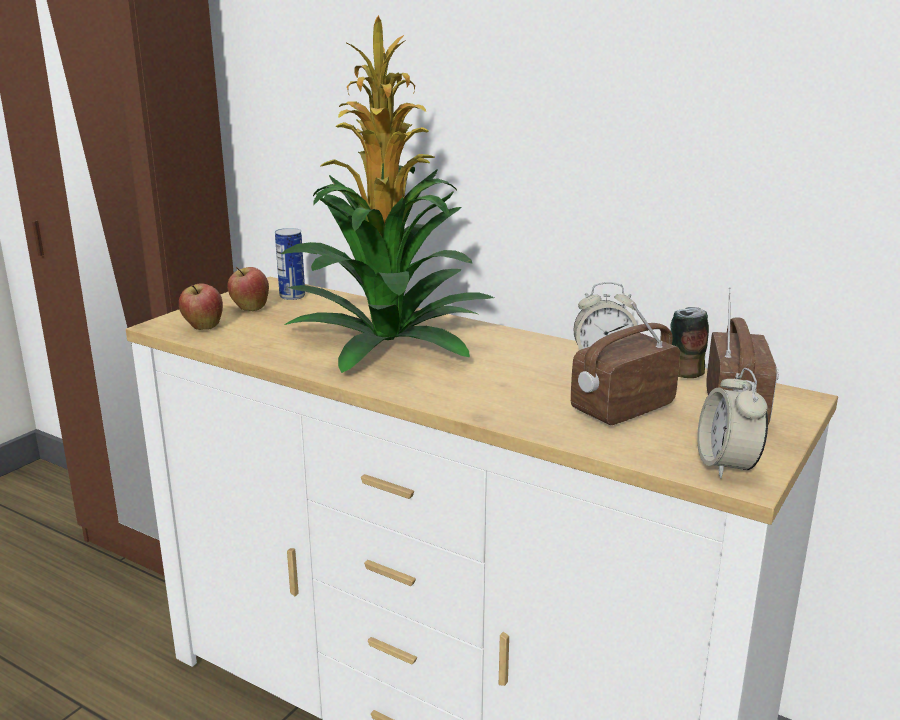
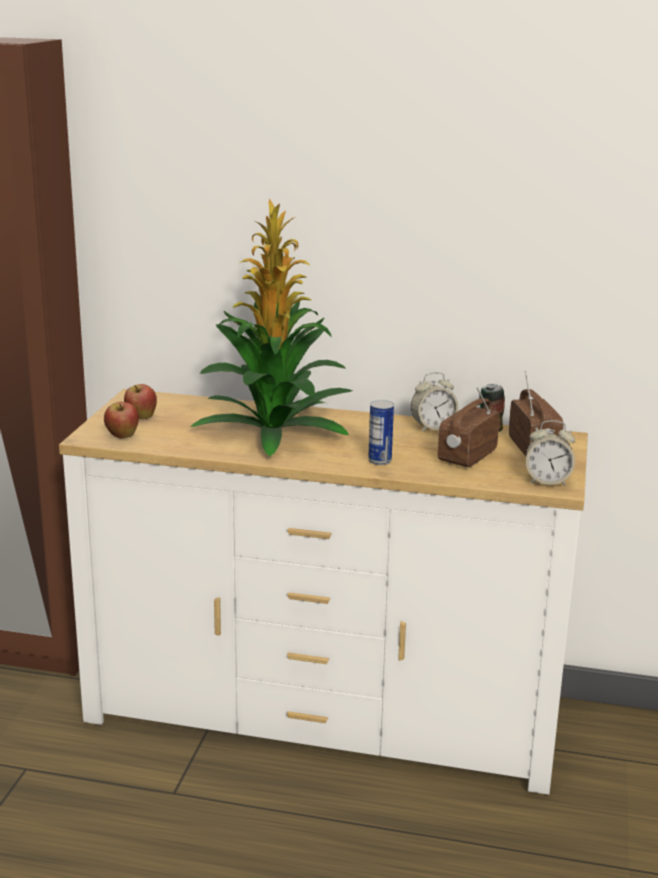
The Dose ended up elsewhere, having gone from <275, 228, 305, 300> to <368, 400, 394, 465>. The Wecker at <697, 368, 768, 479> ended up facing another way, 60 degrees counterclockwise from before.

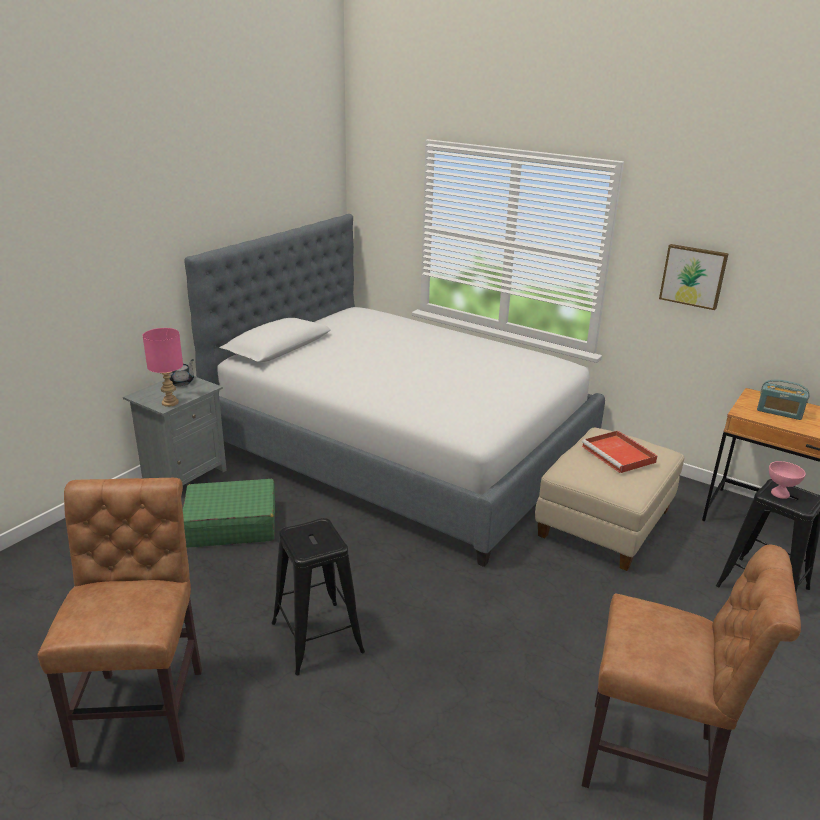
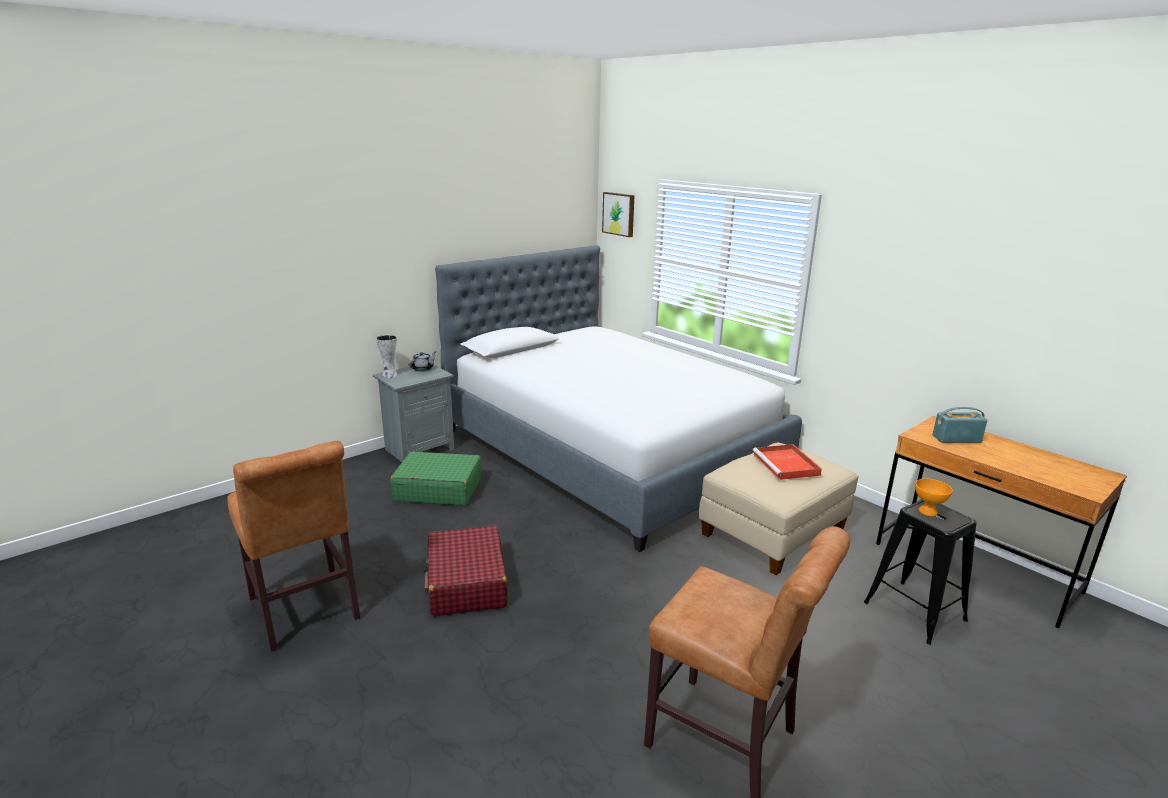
The Stuhl (braun) at <38, 478, 202, 767> ended up facing another way, 135 degrees clockwise from before. The second view lost the Tischlampe (rosa) at <142, 328, 183, 407>. Where the Hocker (schwarz) stood at <272, 518, 365, 675>, the Koffer (rot) came to stand at <423, 526, 507, 617>. The Bild ended up elsewhere, having gone from <659, 244, 729, 310> to <602, 192, 635, 237>. The Radio at <757, 380, 810, 420> ended up facing another way, 135 degrees clockwise from before. What was the Schüssel (rosa) at <769, 461, 806, 499> turned into the Schüssel (orange) at <915, 479, 953, 517>. The second view gained the Vase at <376, 335, 398, 378>.

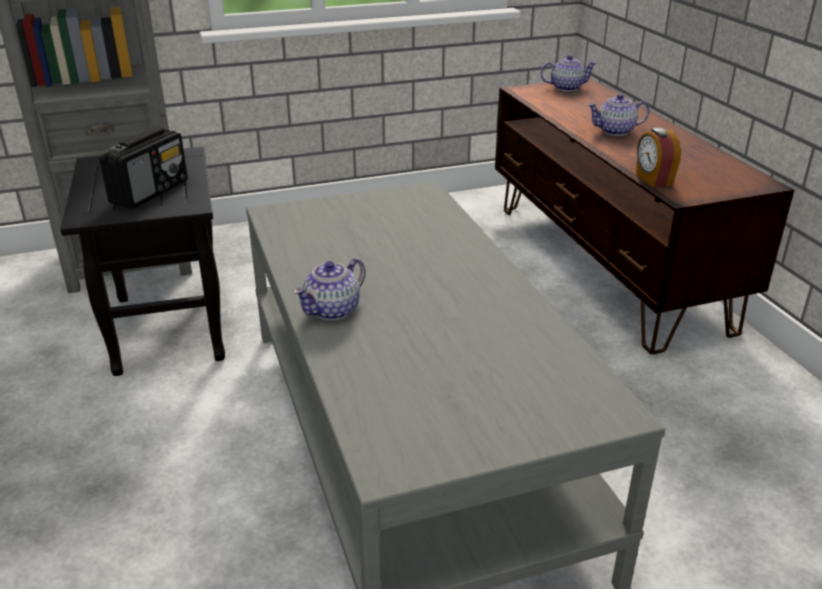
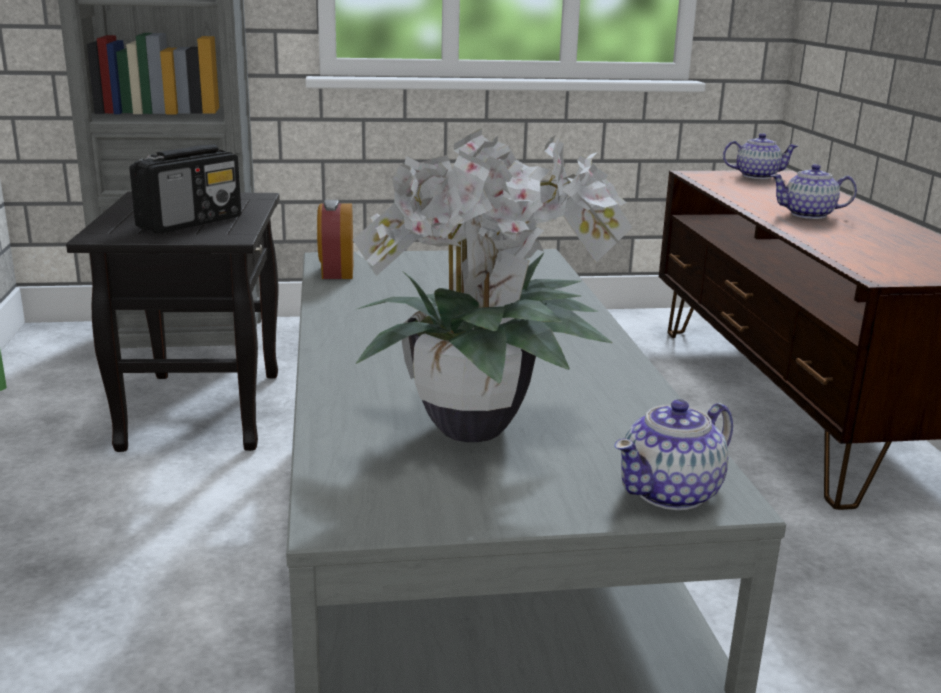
The Teekanne ended up elsewhere, having gone from <293, 258, 366, 320> to <614, 399, 733, 510>. The Wecker ended up elsewhere, having gone from <636, 128, 681, 188> to <317, 200, 353, 279>. The second view gained the Topfpflanze at <353, 128, 633, 442>.

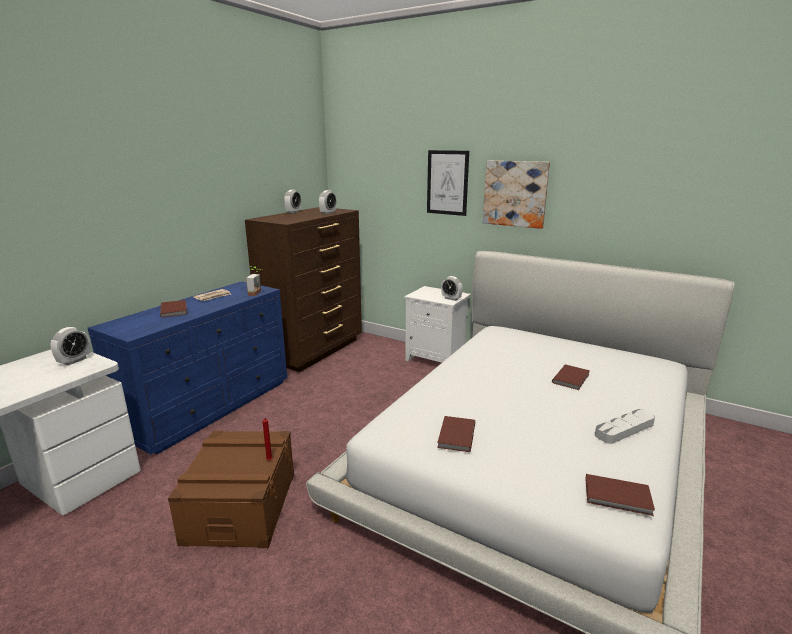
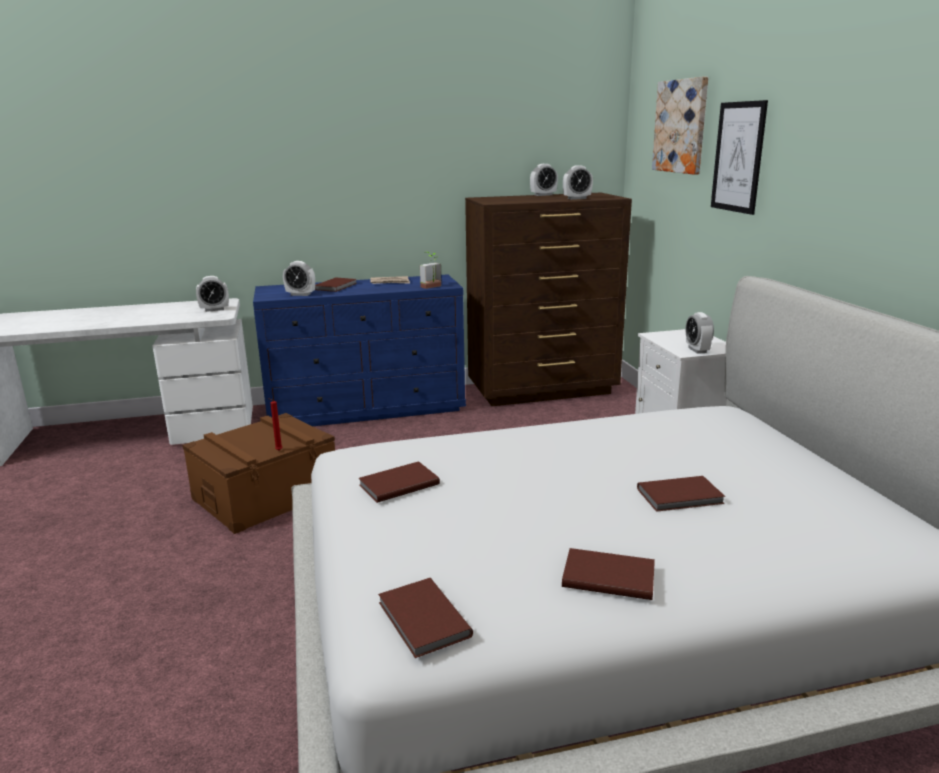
The Bild ended up elsewhere, having gone from <483, 161, 550, 229> to <652, 77, 708, 175>. Where the Tablett (grau) stood at <595, 409, 655, 444>, the Buch (braun) came to stand at <562, 548, 655, 600>. The second view gained the Wecker at <283, 261, 315, 296>.

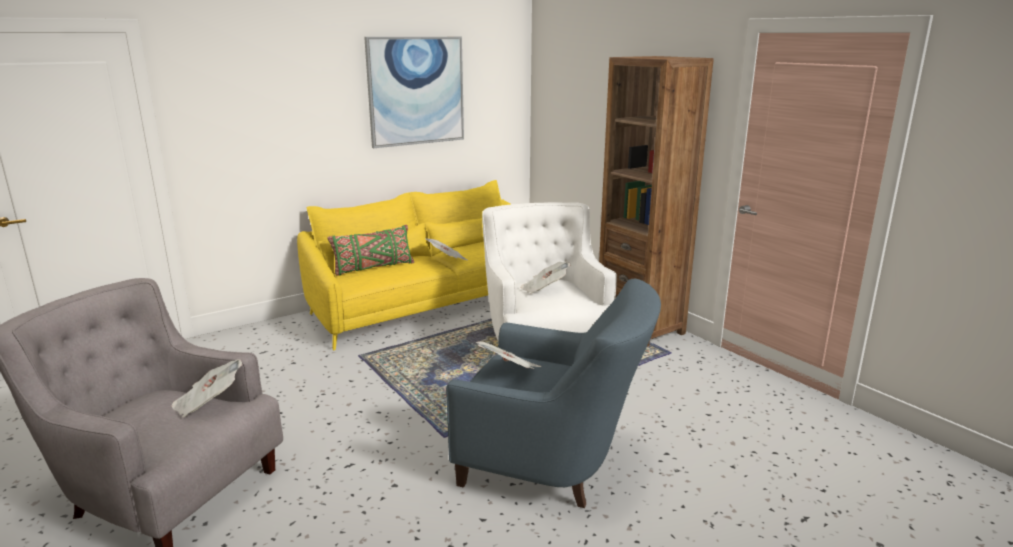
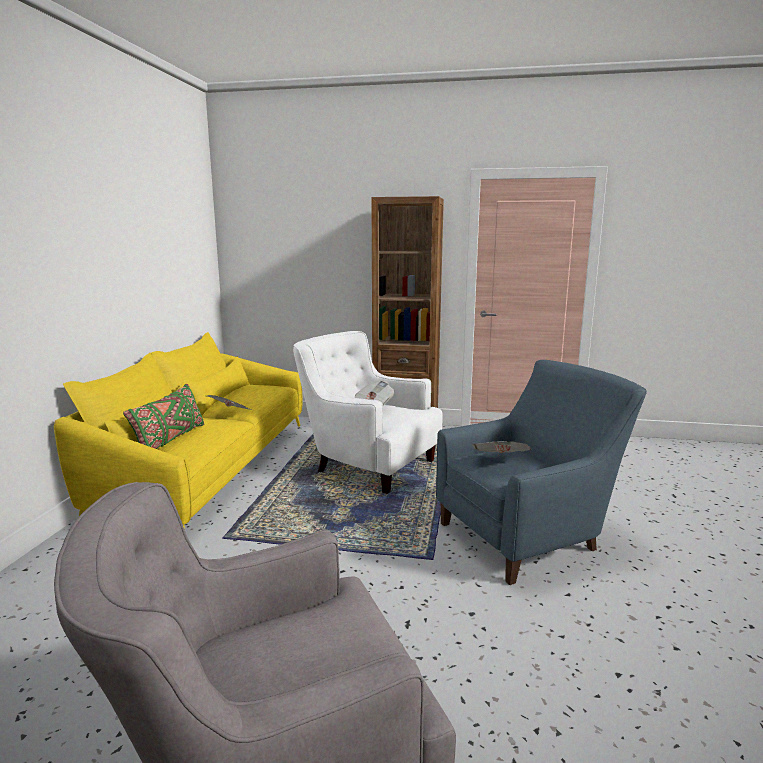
The second view lost the Zeitung at <171, 359, 242, 417>. The second view lost the Bild at <364, 37, 464, 148>.

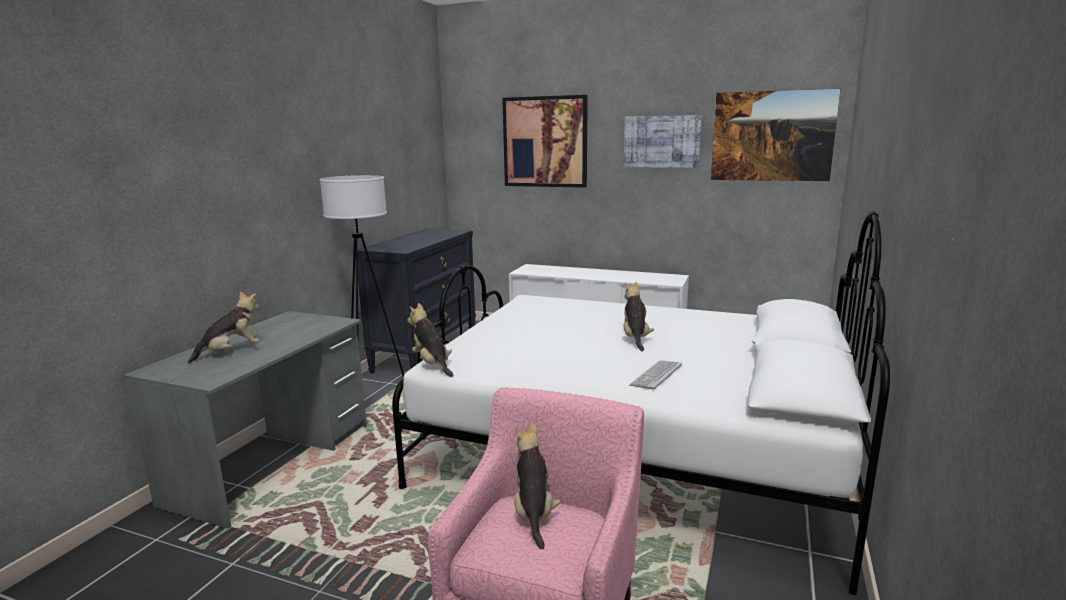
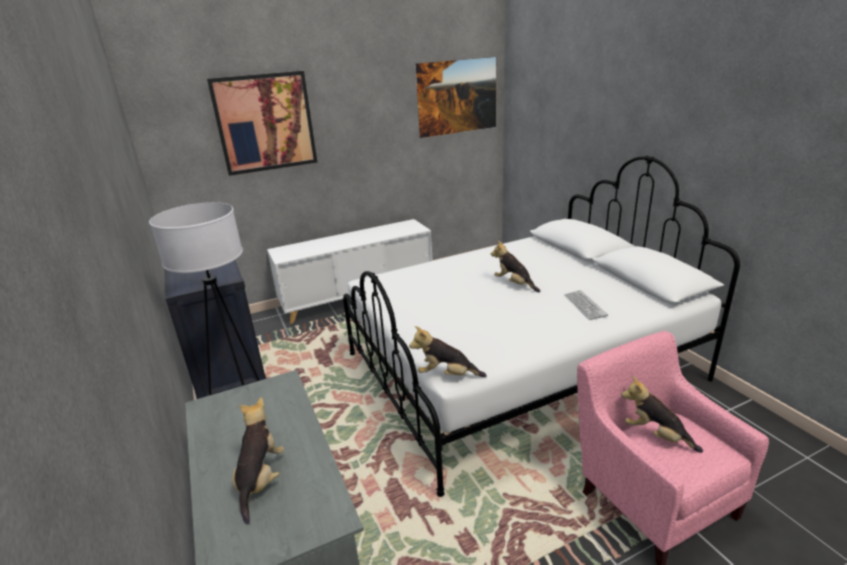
The second view lost the Bild at <624, 115, 702, 168>.

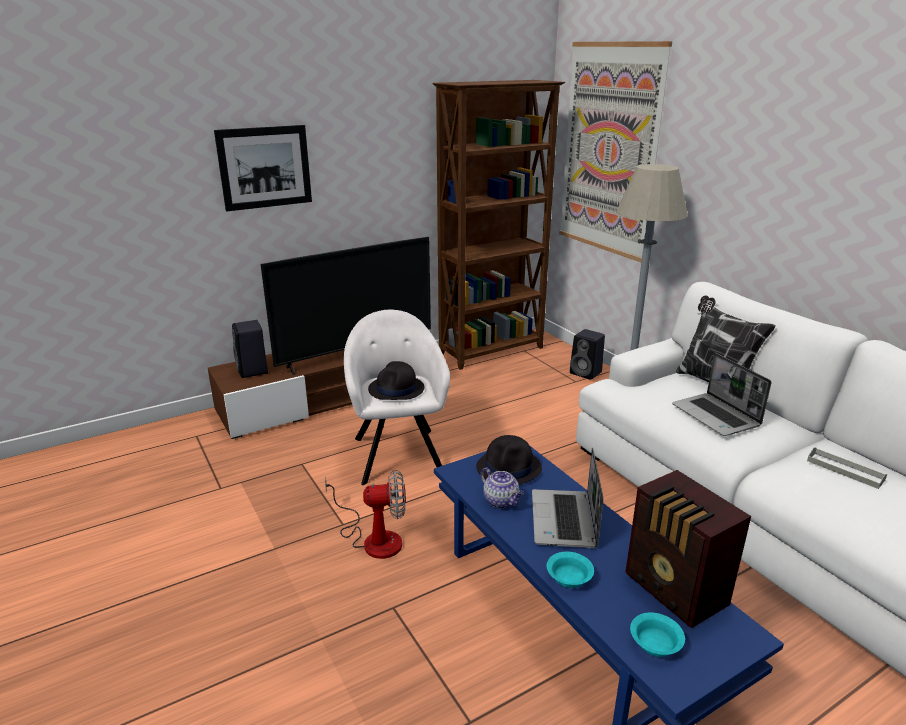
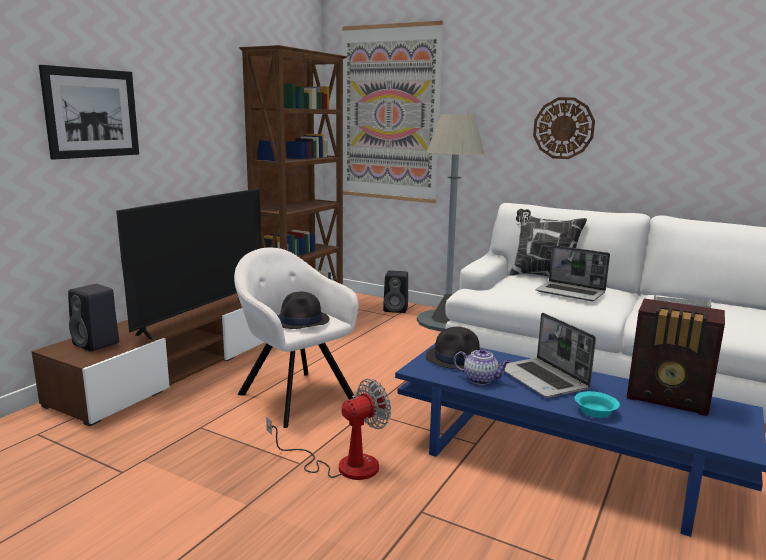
The second view lost the Schüssel (türkis) at <630, 612, 685, 657>. The second view gained the Wanduhr at <533, 97, 595, 159>.

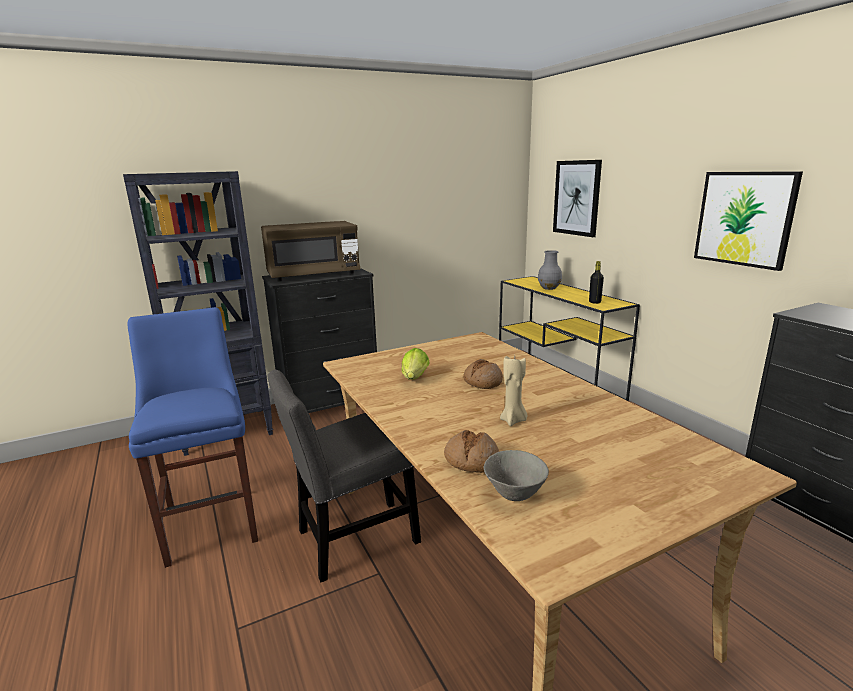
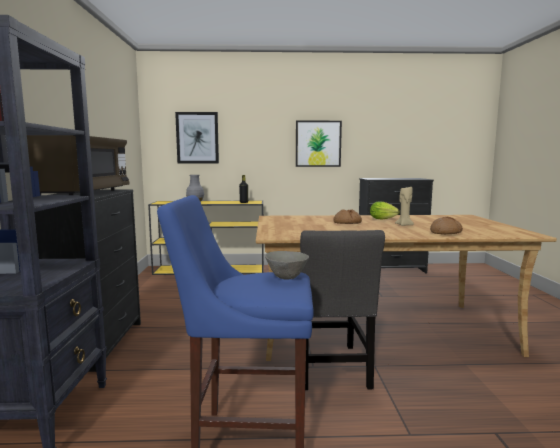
The Salatkopf ended up elsewhere, having gone from <402, 348, 430, 380> to <370, 201, 400, 220>. The Schüssel (grau) ended up elsewhere, having gone from <483, 450, 549, 501> to <265, 251, 309, 280>.

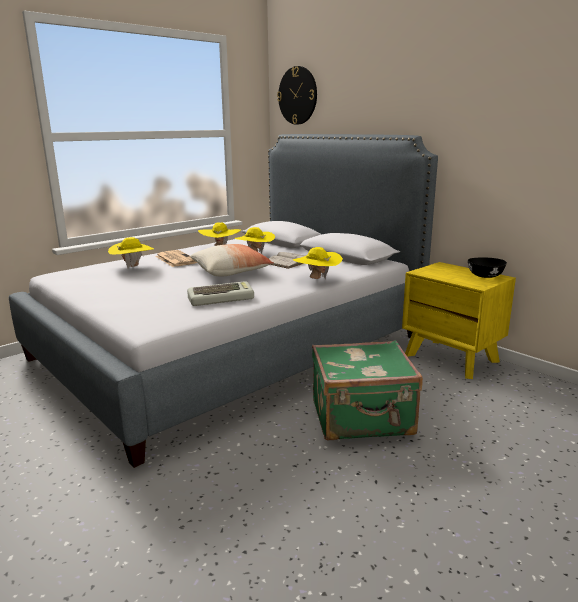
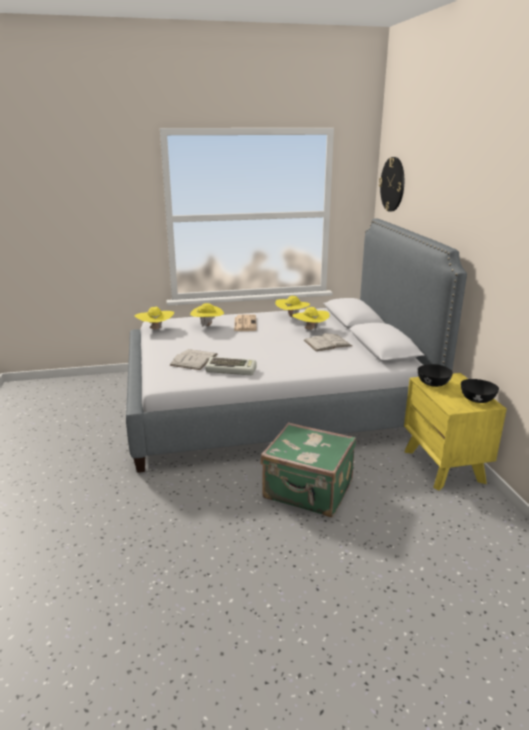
The second view lost the Kissen at <190, 244, 274, 277>. The Hut (gelb) ended up elsewhere, having gone from <293, 247, 343, 280> to <135, 307, 174, 331>. The second view gained the Buch (weiß) at <169, 349, 218, 370>. The second view gained the Schüssel (schwarz) at <418, 364, 453, 387>.

